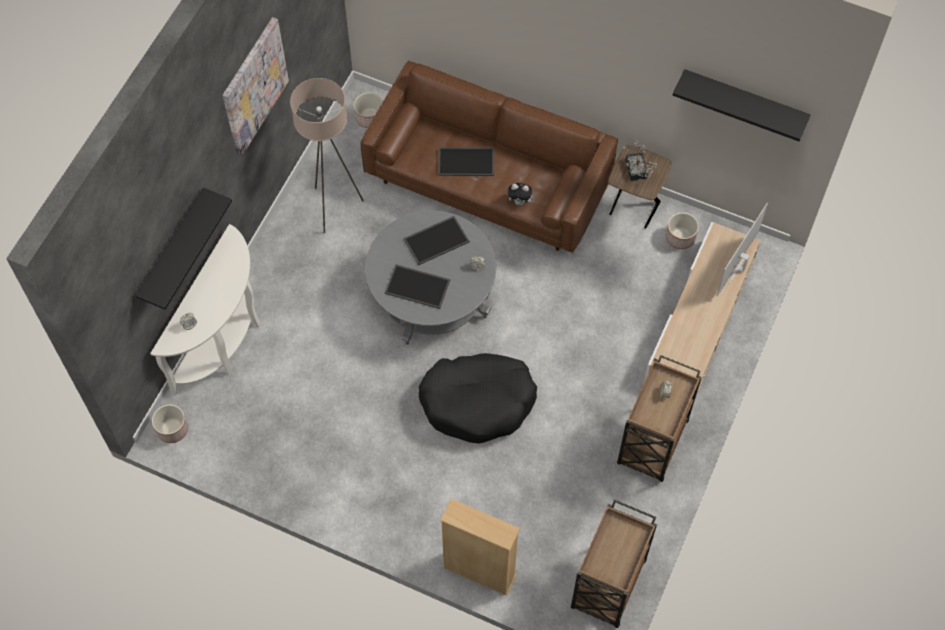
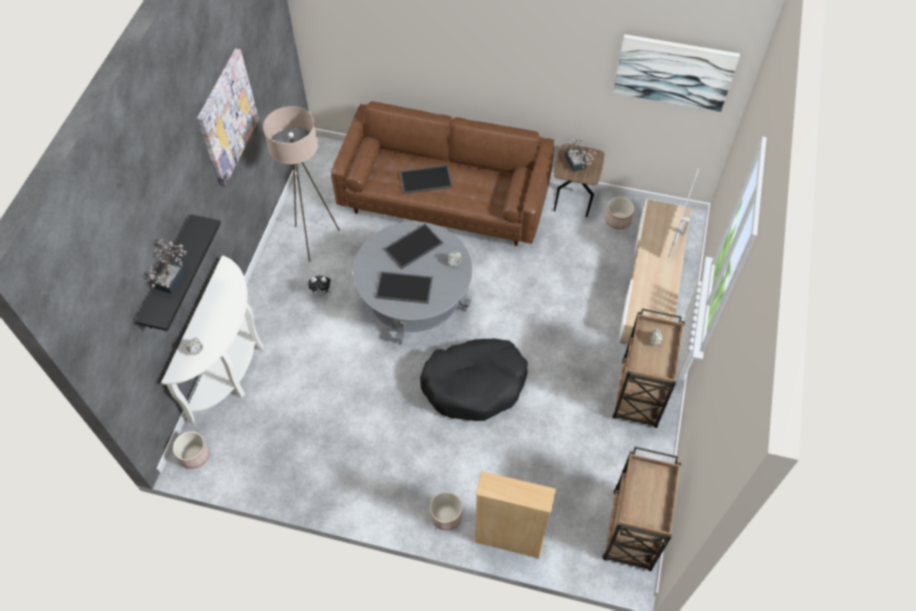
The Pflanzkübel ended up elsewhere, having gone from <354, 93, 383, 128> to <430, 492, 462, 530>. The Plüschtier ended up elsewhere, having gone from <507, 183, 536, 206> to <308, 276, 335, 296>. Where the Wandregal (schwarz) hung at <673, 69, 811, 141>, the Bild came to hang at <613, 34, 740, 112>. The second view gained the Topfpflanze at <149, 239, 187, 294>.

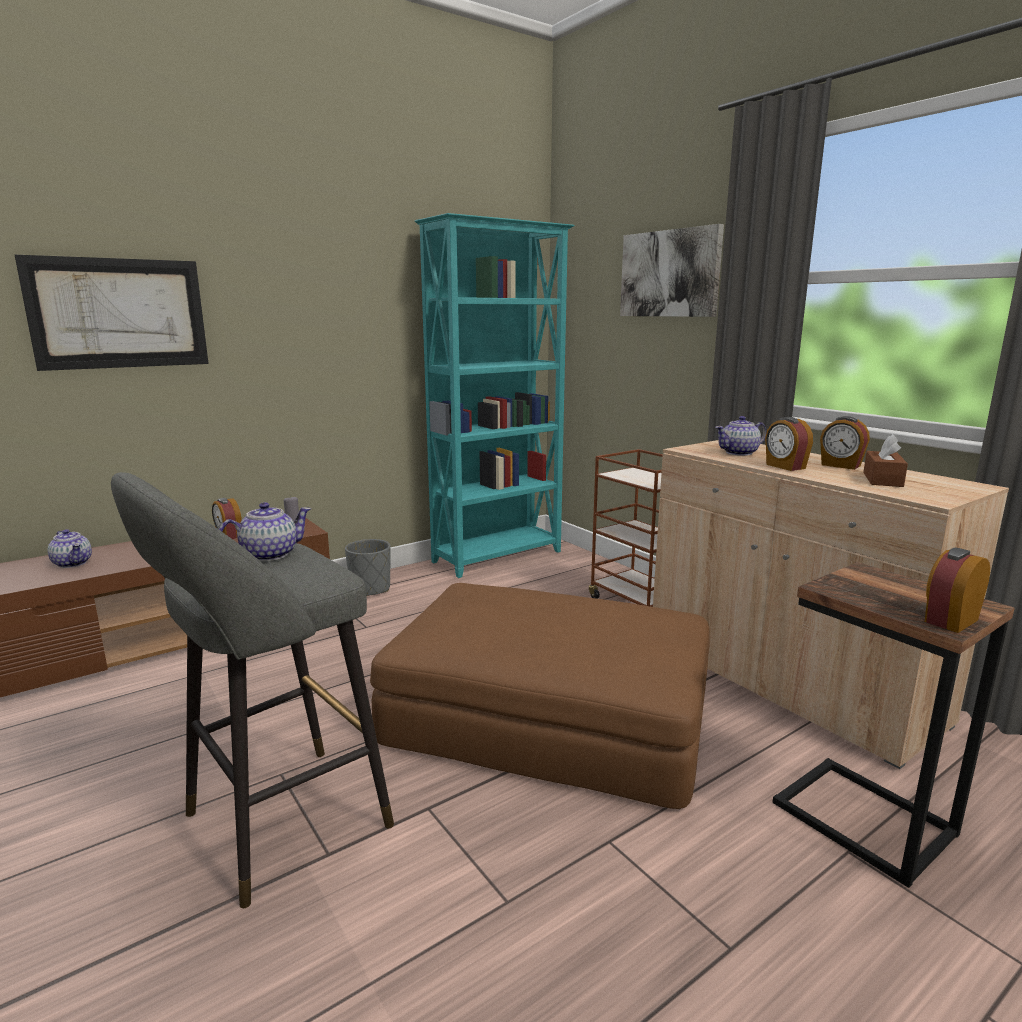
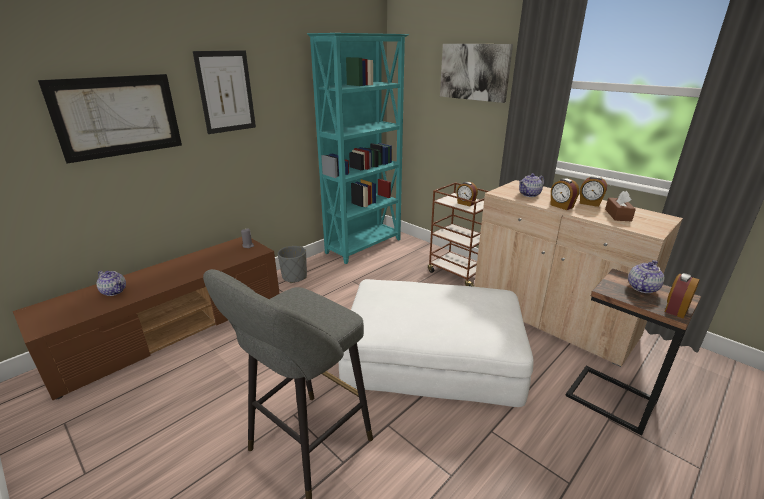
The Wecker ended up elsewhere, having gone from <212, 498, 242, 539> to <457, 182, 478, 206>. The Teekanne ended up elsewhere, having gone from <219, 502, 311, 561> to <628, 260, 665, 293>. What was the Polsterhocker (braun) at <370, 583, 710, 809> turned into the Polsterhocker (weiß) at <339, 279, 534, 407>. The second view gained the Bild at <193, 50, 256, 134>.

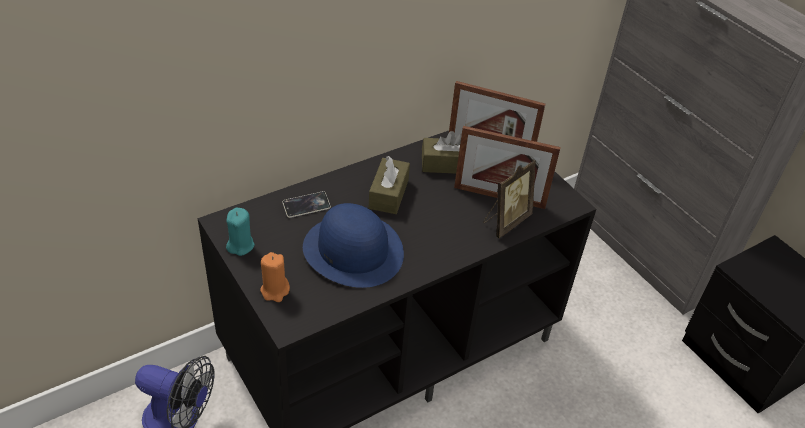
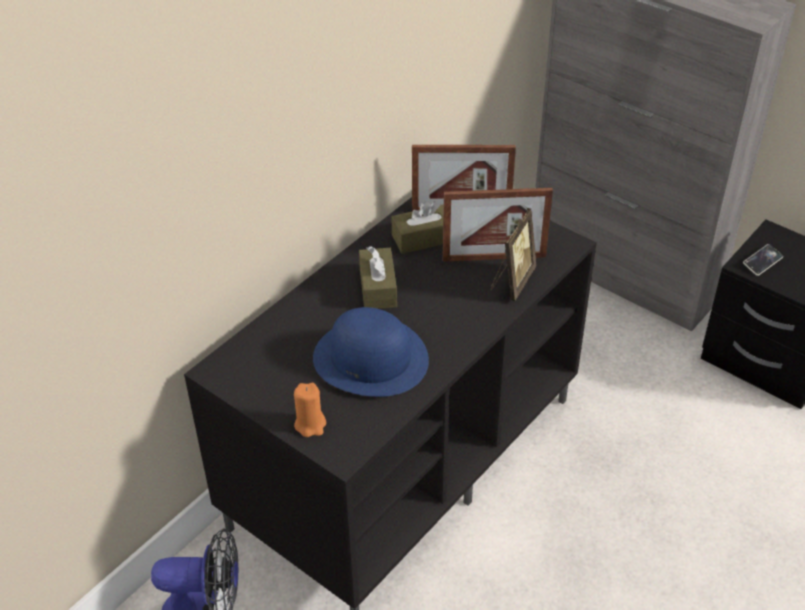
The second view lost the Kerze (türkis) at <226, 207, 255, 256>. The Handy ended up elsewhere, having gone from <282, 191, 331, 218> to <743, 244, 783, 276>.

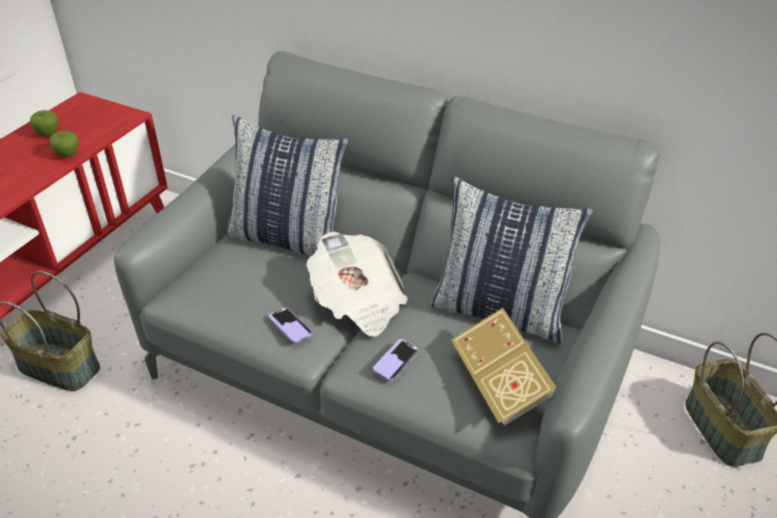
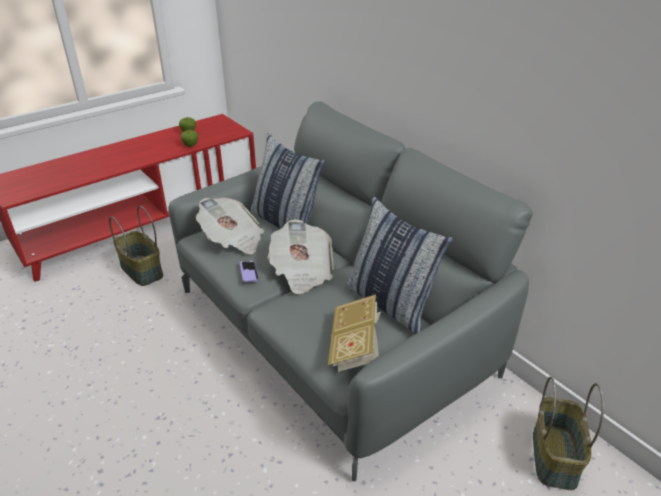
The second view lost the Handy at <373, 339, 419, 381>. The second view gained the Zeitung at <196, 198, 264, 254>.

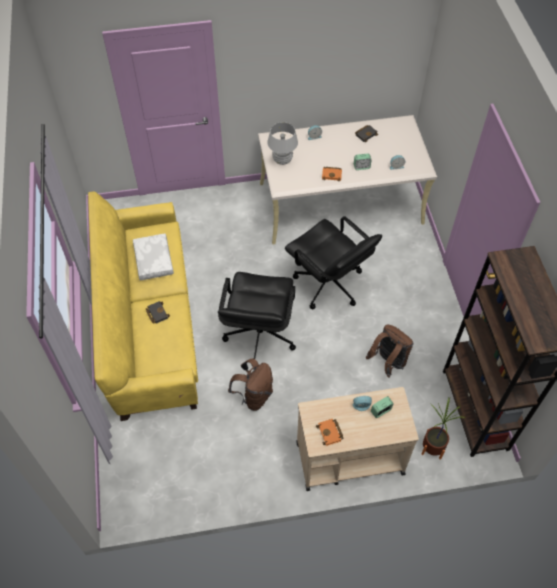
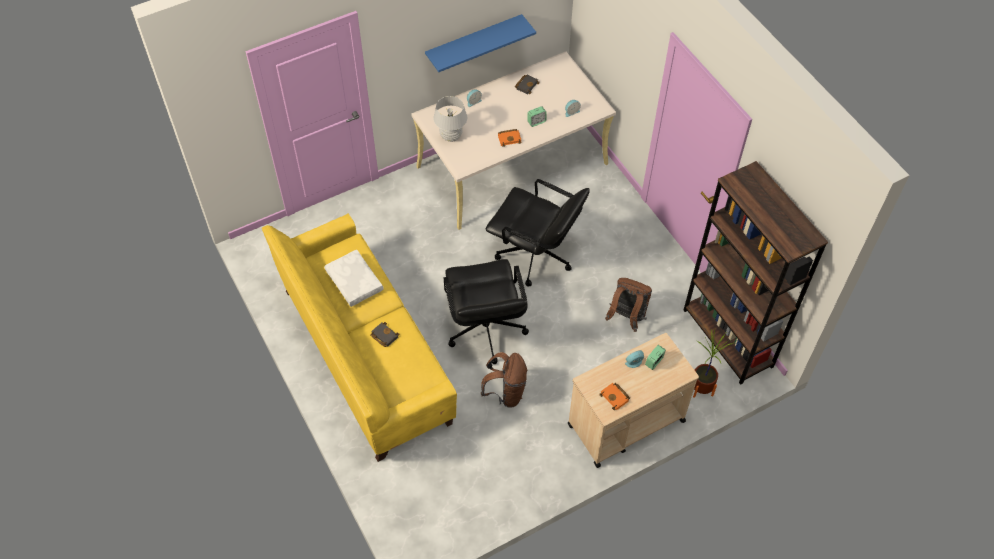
The second view gained the Wandregal (blau) at <425, 14, 536, 72>.

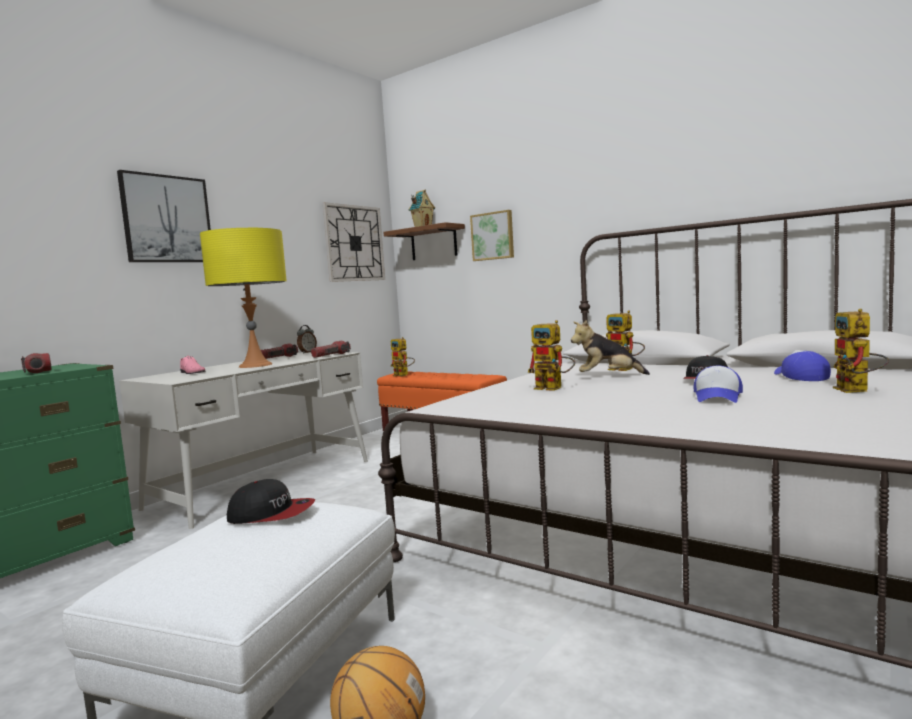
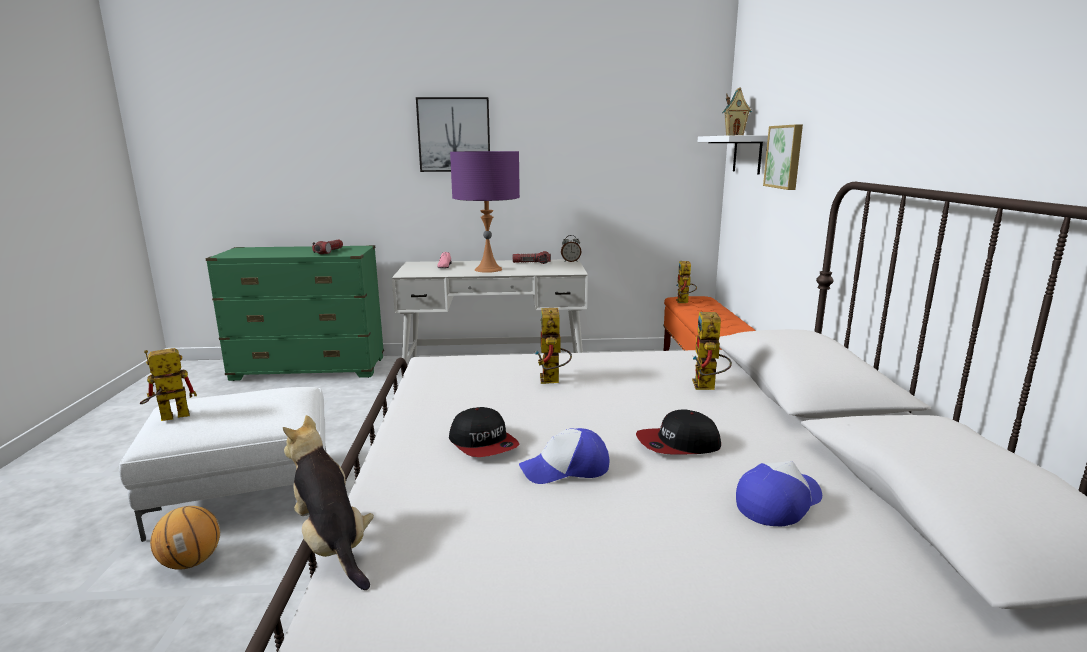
What was the Tischlampe (gelb) at <200, 228, 287, 368> turned into the Tischlampe (lila) at <450, 151, 520, 273>. The Kappe ended up elsewhere, having gone from <227, 479, 315, 524> to <449, 407, 519, 457>. The second view lost the Taschenlampe at <311, 341, 351, 358>. The second view lost the Wanduhr at <323, 202, 385, 282>. What was the Wandregal (braun) at <384, 222, 465, 260> turned into the Wandregal (weiß) at <698, 135, 768, 175>. The Plüschtier ended up elsewhere, having gone from <571, 320, 650, 375> to <283, 415, 374, 590>. The Spielzeugroboter ended up elsewhere, having gone from <833, 309, 889, 393> to <140, 348, 197, 421>.

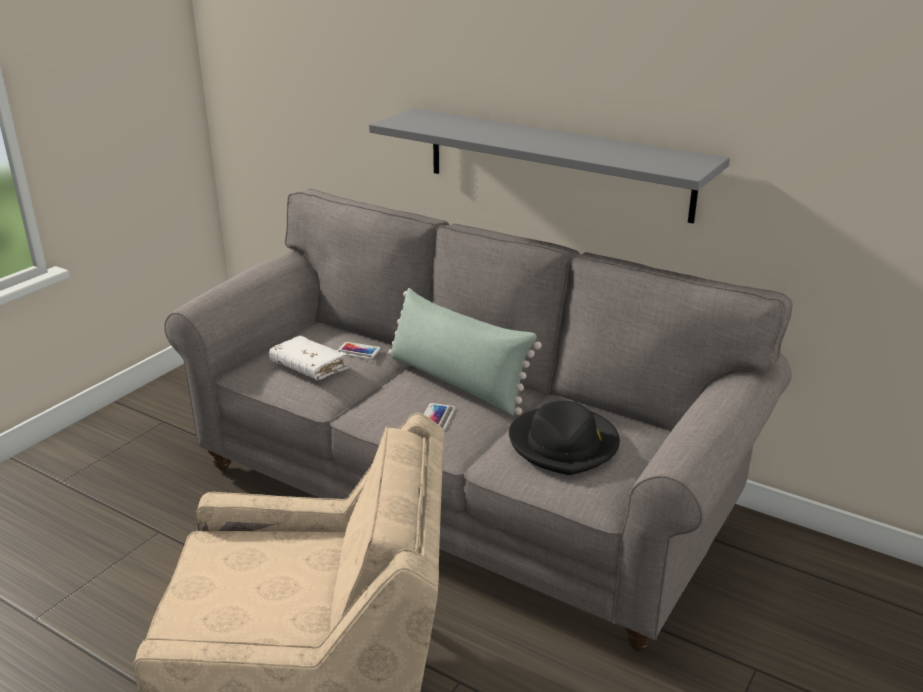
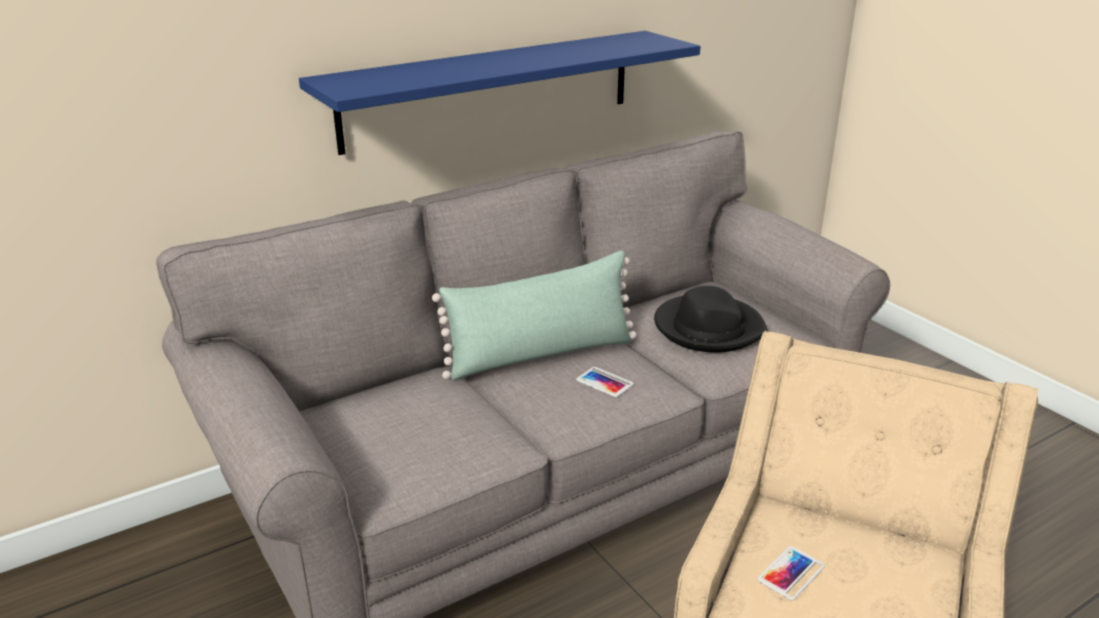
The second view lost the Buch (weiß) at <269, 336, 348, 380>. The Handy ended up elsewhere, having gone from <337, 342, 381, 359> to <757, 546, 825, 600>. What was the Wandregal (grau) at <369, 108, 730, 223> turned into the Wandregal (blau) at <299, 31, 701, 155>.

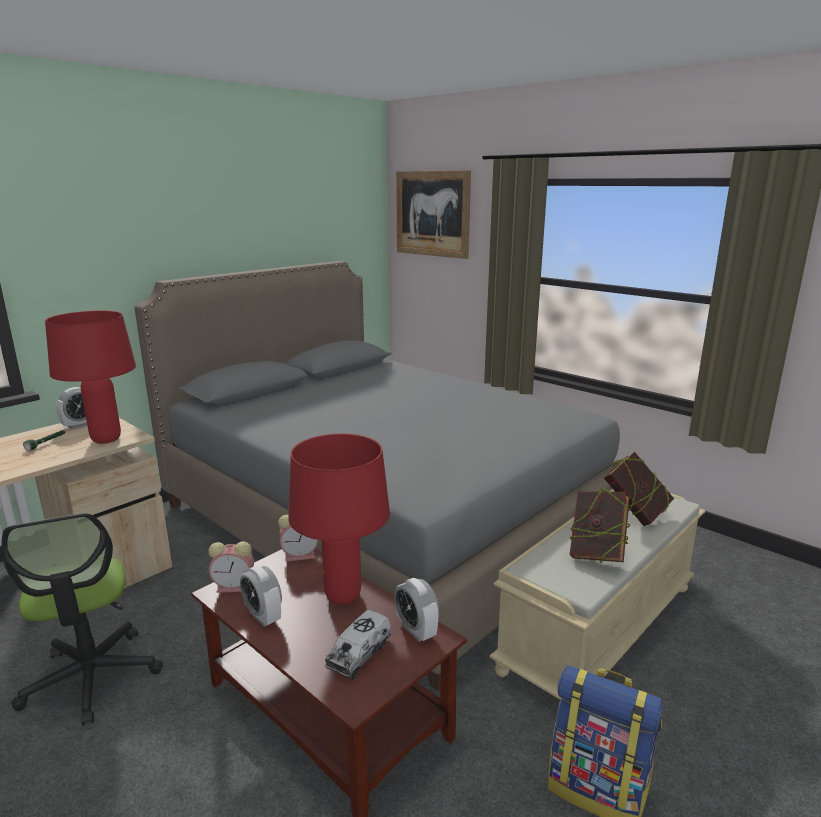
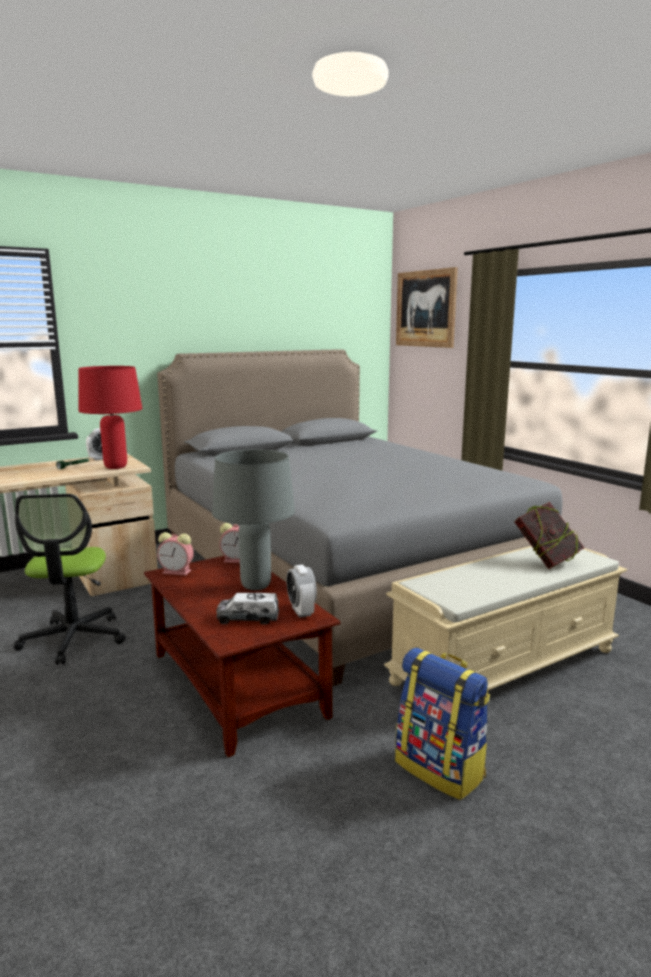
The second view lost the Wecker at <240, 565, 282, 627>. What was the Tischlampe (rot) at <288, 434, 390, 605> turned into the Tischlampe (grau) at <212, 449, 295, 590>. The Spielzeuglaster at <325, 610, 391, 680> ended up facing another way, 45 degrees clockwise from before. The second view lost the Buch at <570, 487, 631, 563>.

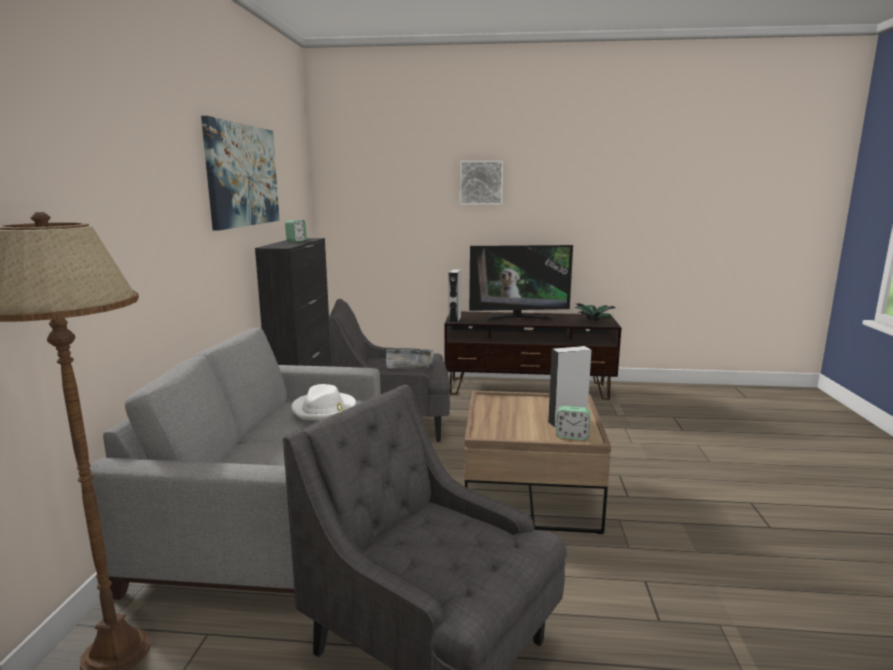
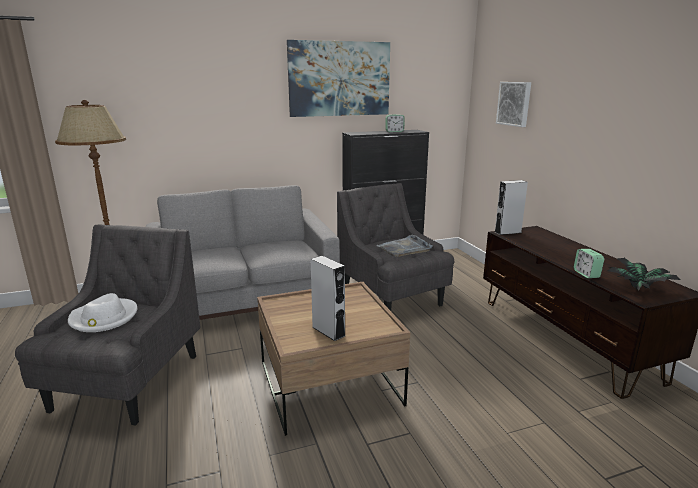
The Hut (weiß) ended up elsewhere, having gone from <291, 384, 356, 420> to <68, 293, 137, 332>. The Bild ended up elsewhere, having gone from <460, 161, 503, 205> to <496, 82, 531, 127>. The second view lost the Fernseher at <469, 245, 573, 322>. The Wecker ended up elsewhere, having gone from <556, 406, 590, 440> to <574, 249, 604, 278>.

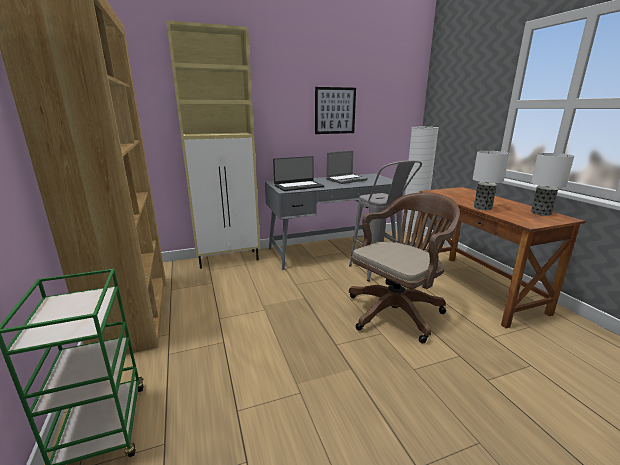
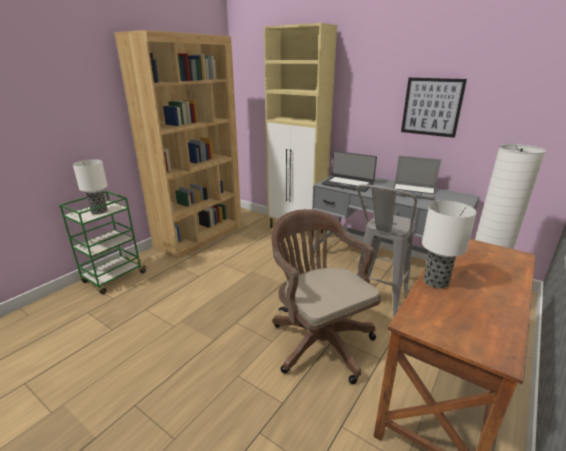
The Bürostuhl (braun) at <349, 192, 460, 343> ended up facing another way, 135 degrees counterclockwise from before. The Tischlampe ended up elsewhere, having gone from <531, 153, 574, 216> to <73, 159, 108, 215>.

